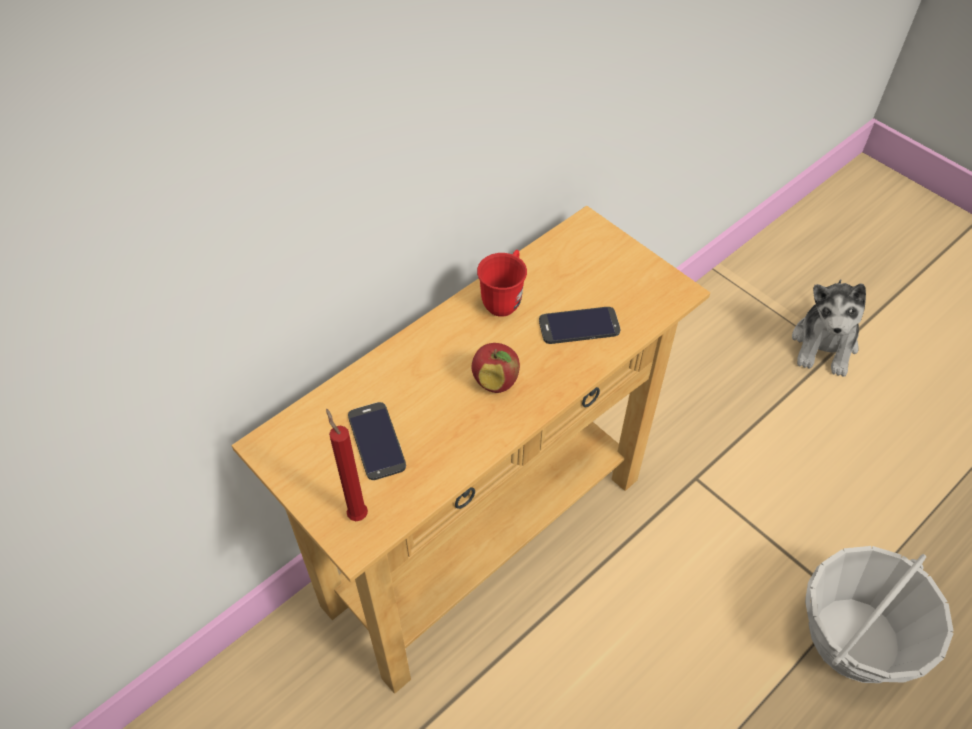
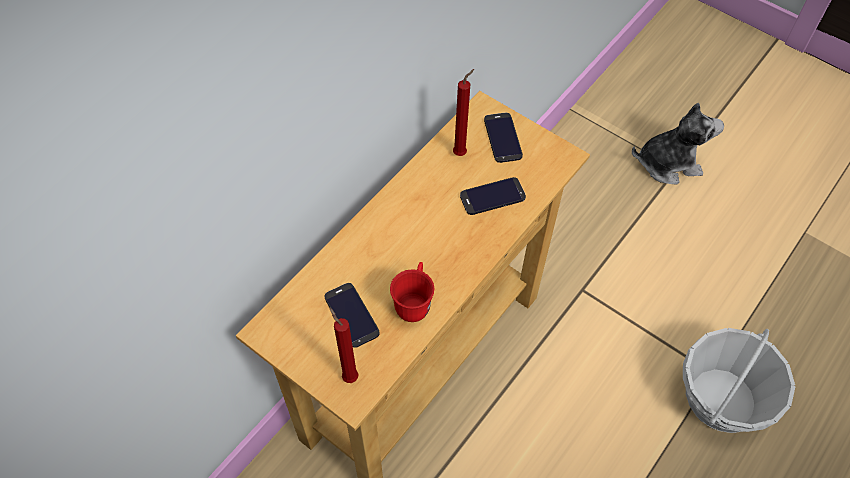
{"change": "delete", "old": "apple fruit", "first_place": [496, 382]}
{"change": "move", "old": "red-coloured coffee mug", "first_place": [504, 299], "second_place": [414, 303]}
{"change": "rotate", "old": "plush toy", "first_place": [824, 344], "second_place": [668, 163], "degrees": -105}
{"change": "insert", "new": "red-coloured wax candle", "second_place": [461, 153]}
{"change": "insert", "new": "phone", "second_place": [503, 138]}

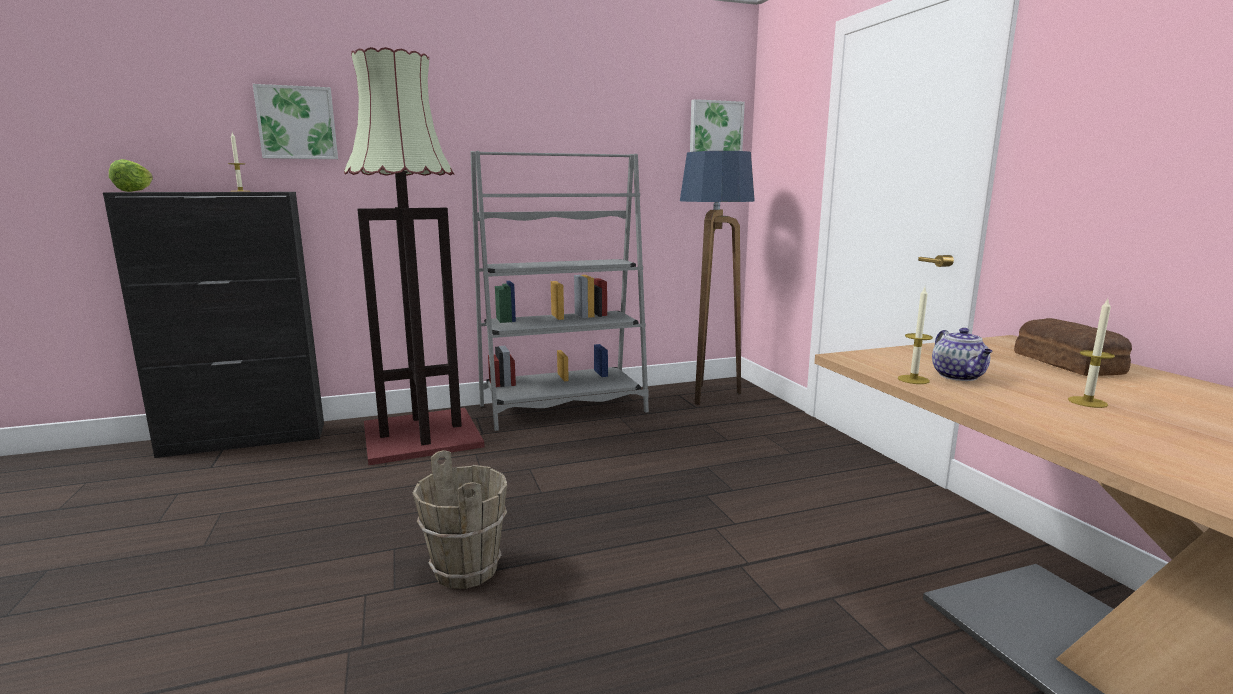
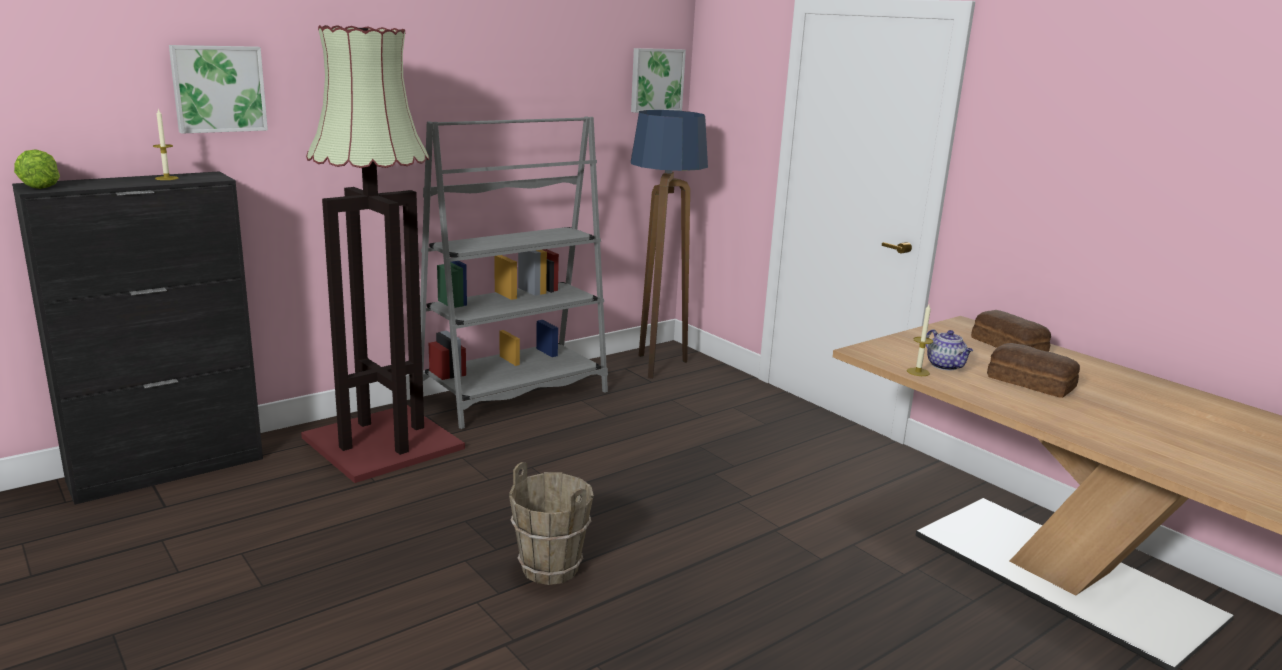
{"change": "replace", "old": "wax candle", "new": "bakery bread", "first_place": [1087, 402], "second_place": [1031, 383]}

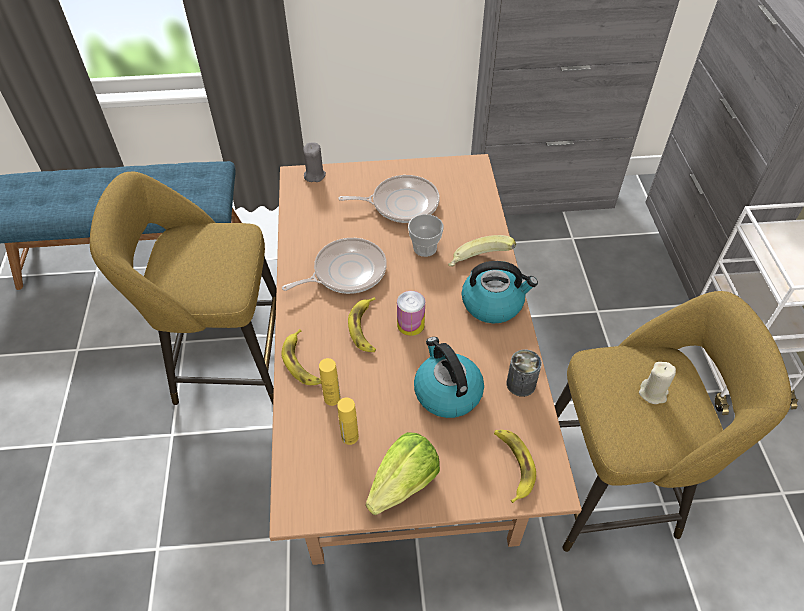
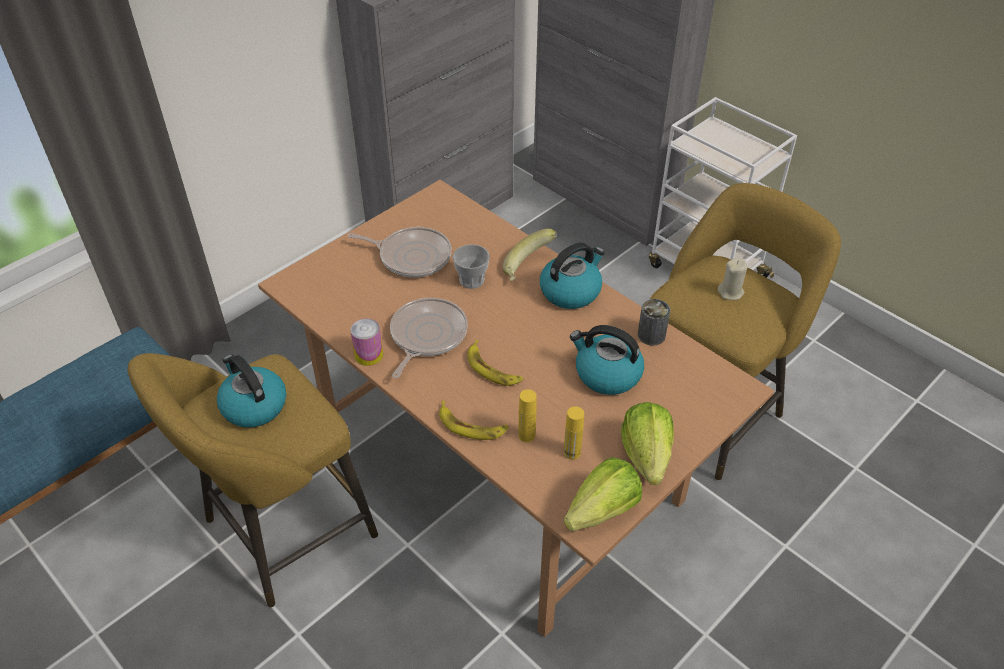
{"change": "delete", "old": "greyish wax candle", "first_place": [314, 175]}
{"change": "rotate", "old": "frying pan", "first_place": [401, 204], "second_place": [411, 256], "degrees": 60}
{"change": "move", "old": "metal can", "first_place": [410, 324], "second_place": [369, 355]}
{"change": "delete", "old": "whole banana", "first_place": [513, 465]}
{"change": "insert", "new": "kettle", "second_place": [253, 405]}
{"change": "insert", "new": "lettuce", "second_place": [603, 511]}

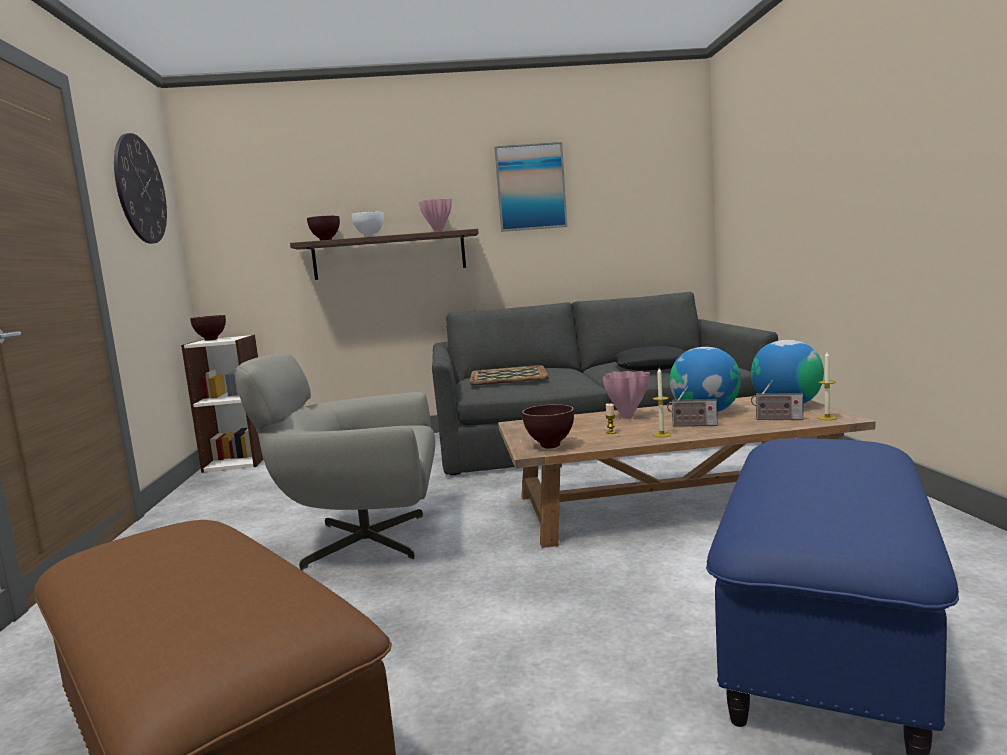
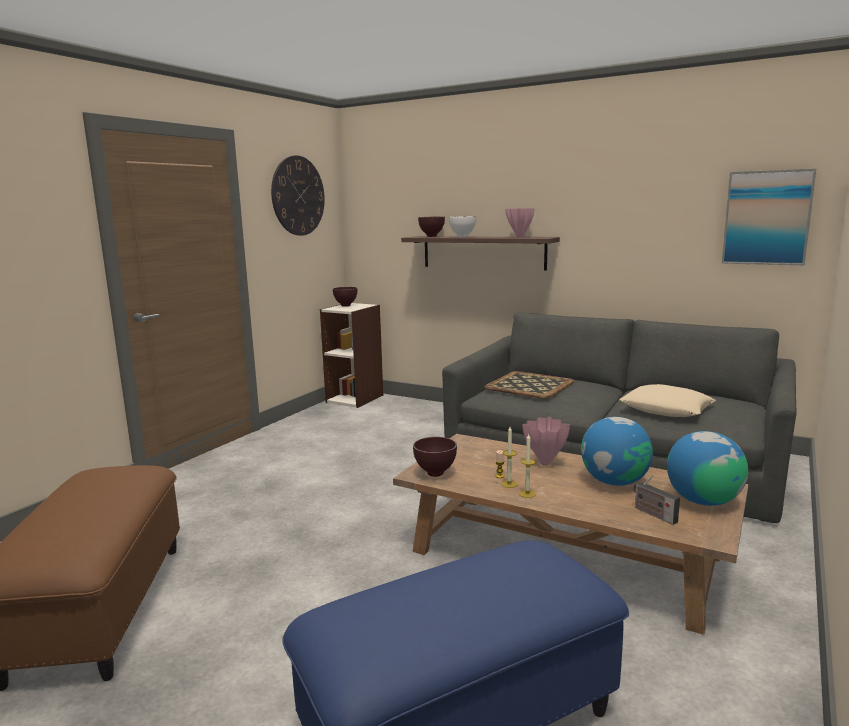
{"change": "delete", "old": "greyish armchair", "first_place": [360, 541]}
{"change": "move", "old": "wall picture", "first_place": [530, 187], "second_place": [767, 218]}
{"change": "recolor", "old": "black throw pillow", "new": "sand-coloured throw pillow", "first_place": [652, 367], "second_place": [666, 409]}
{"change": "delete", "old": "radio", "first_place": [692, 425]}
{"change": "move", "old": "wax candle", "first_place": [827, 418], "second_place": [509, 484]}

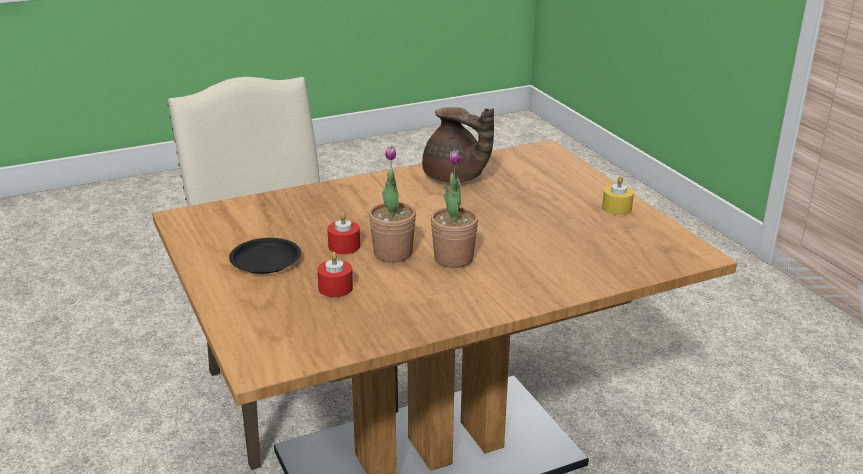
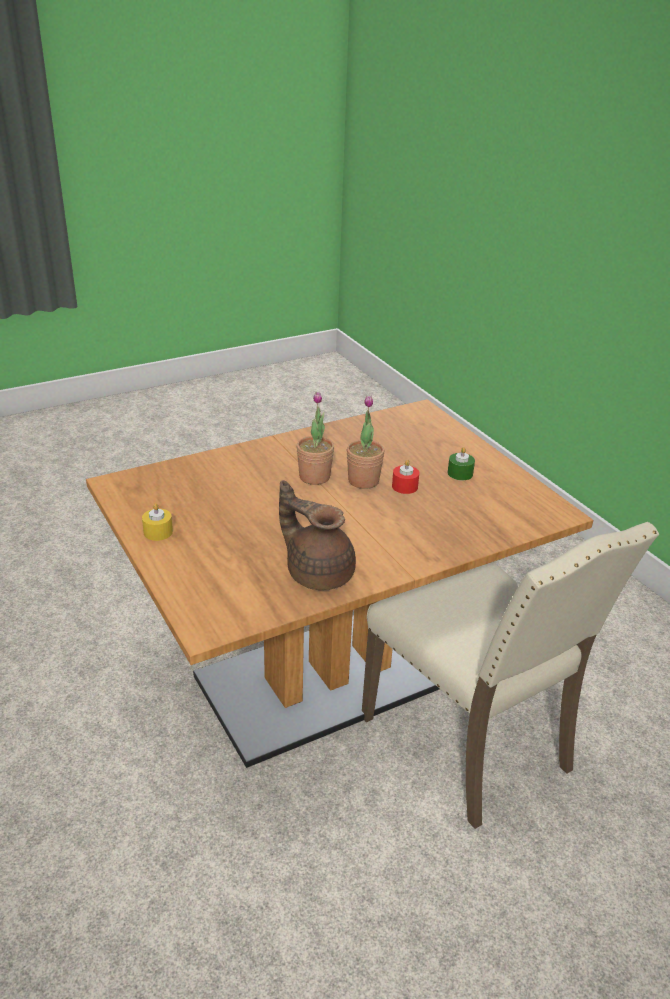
{"change": "replace", "old": "black dinner plate", "new": "green-coloured wax candle", "first_place": [265, 260], "second_place": [460, 473]}
{"change": "delete", "old": "red-coloured wax candle", "first_place": [335, 288]}

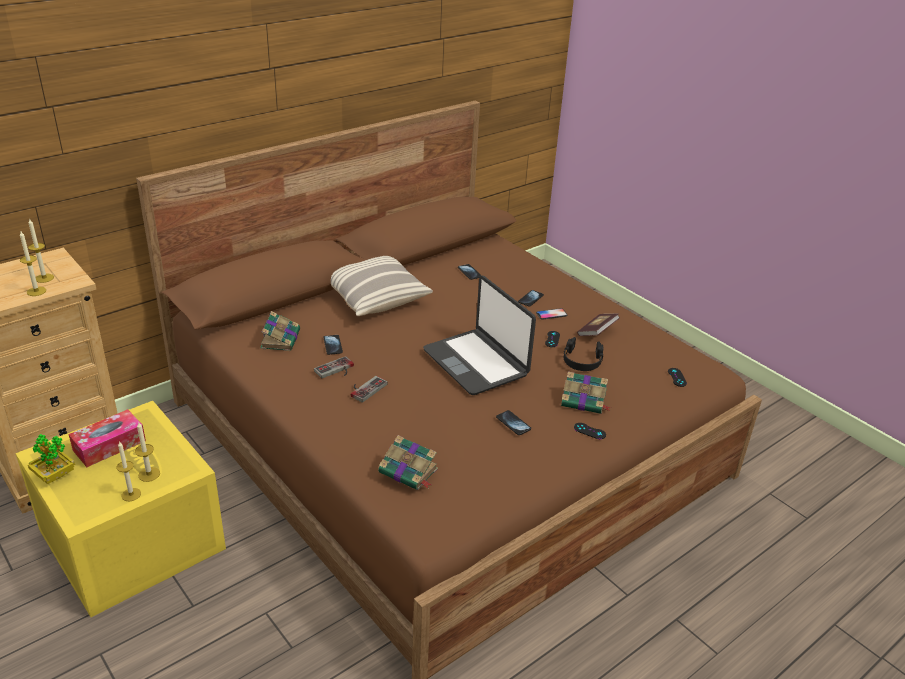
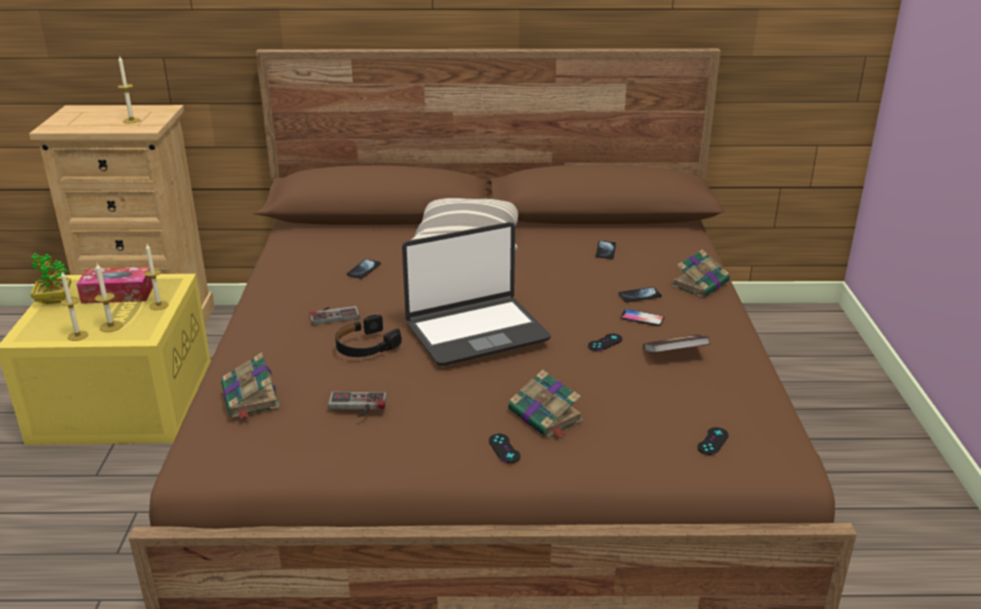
{"change": "move", "old": "wax candle", "first_place": [36, 291], "second_place": [159, 305]}
{"change": "move", "old": "volume", "first_place": [280, 339], "second_place": [701, 283]}
{"change": "move", "old": "joypad", "first_place": [336, 370], "second_place": [357, 406]}
{"change": "rotate", "old": "laptop", "first_place": [476, 362], "second_place": [476, 332], "degrees": -120}
{"change": "delete", "old": "phone", "first_place": [513, 423]}
{"change": "move", "old": "black headset", "first_place": [582, 360], "second_place": [365, 346]}

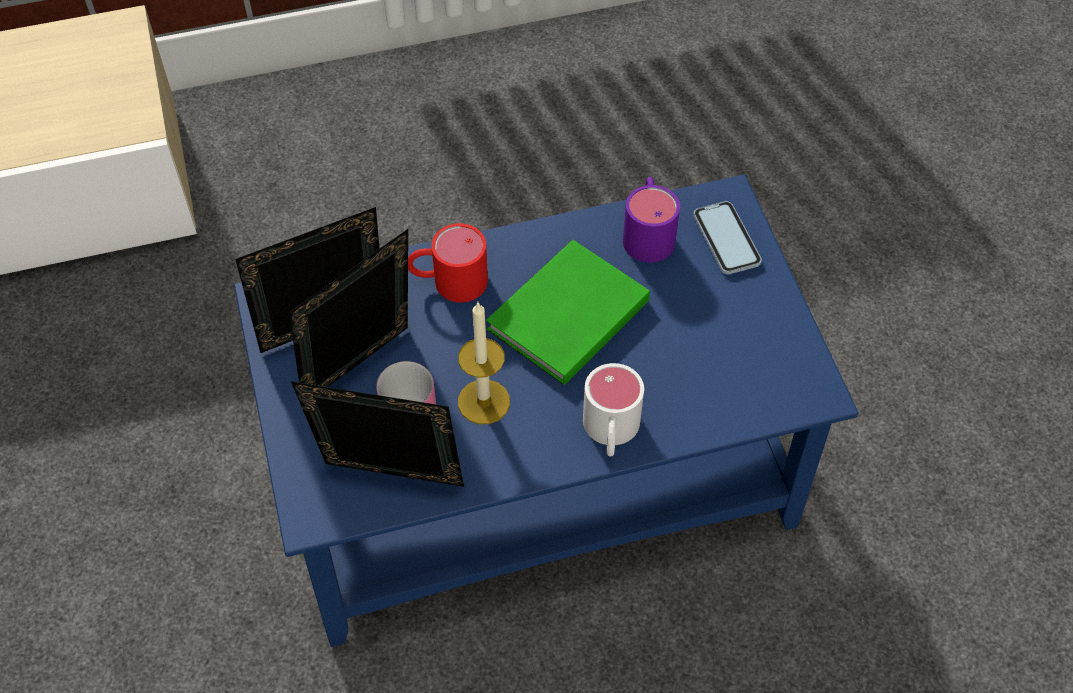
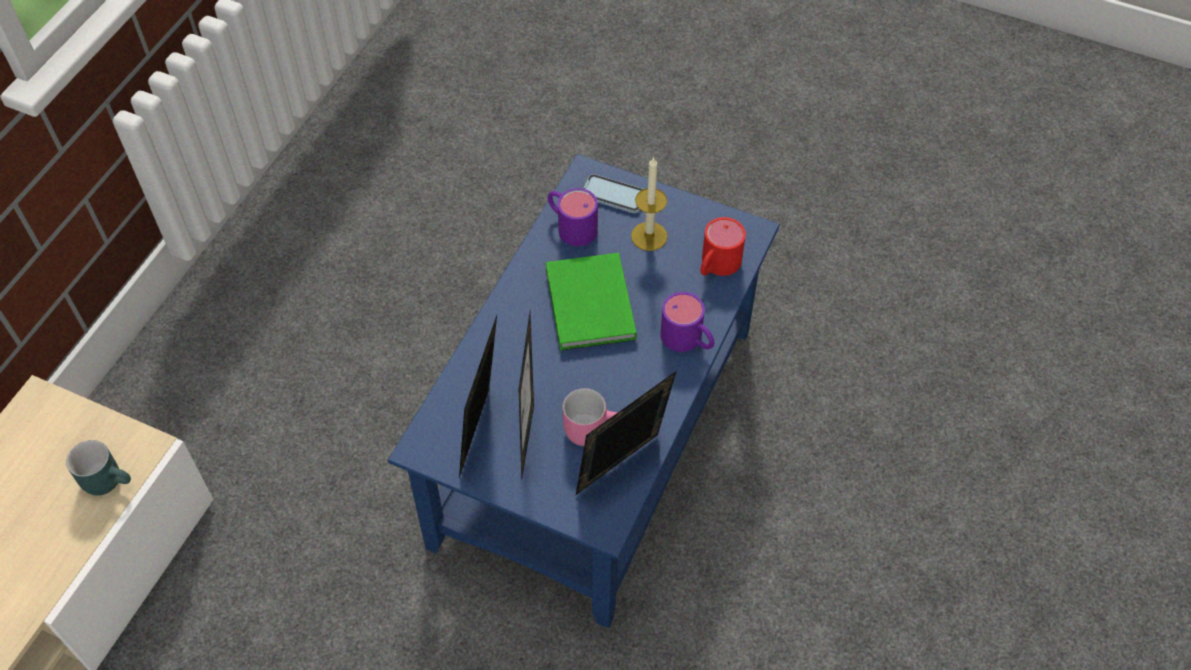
{"change": "move", "old": "red-coloured coffee mug", "first_place": [448, 281], "second_place": [716, 266]}
{"change": "move", "old": "wax candle", "first_place": [484, 402], "second_place": [649, 236]}
{"change": "recolor", "old": "white coffee mug", "new": "purple coffee mug", "first_place": [610, 432], "second_place": [688, 340]}
{"change": "insert", "new": "turquoise coffee mug", "second_place": [109, 479]}

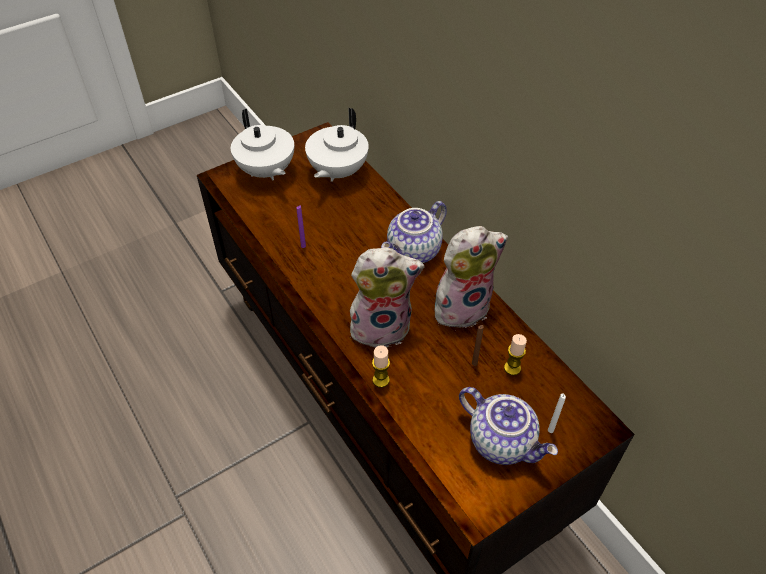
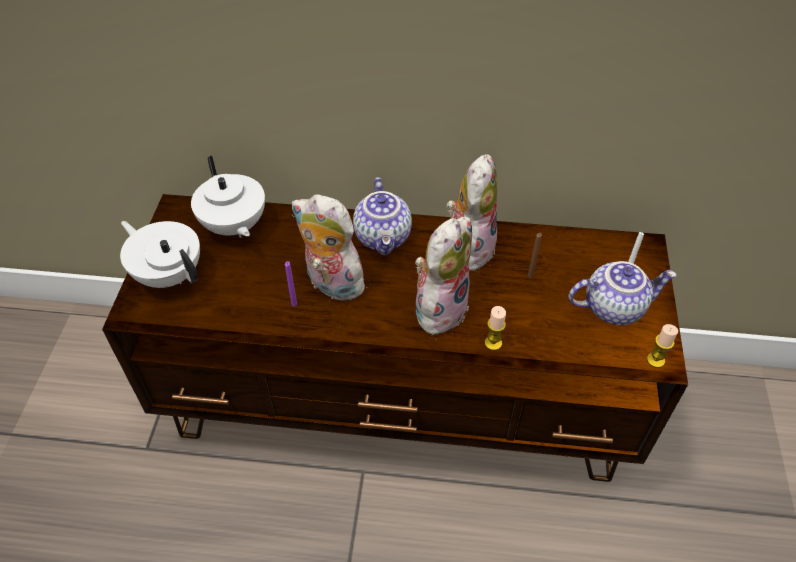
{"change": "rotate", "old": "white pot for tea", "first_place": [266, 171], "second_place": [169, 274], "degrees": -150}
{"change": "move", "old": "wax candle", "first_place": [512, 368], "second_place": [655, 360]}
{"change": "insert", "new": "plush toy", "second_place": [331, 284]}

